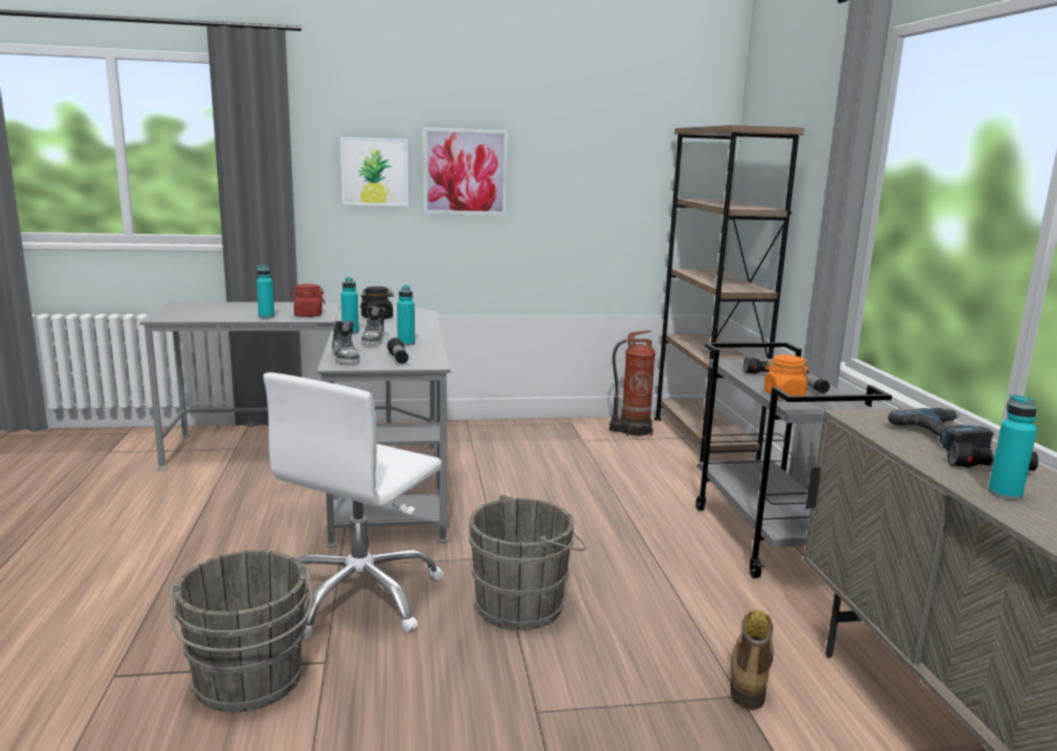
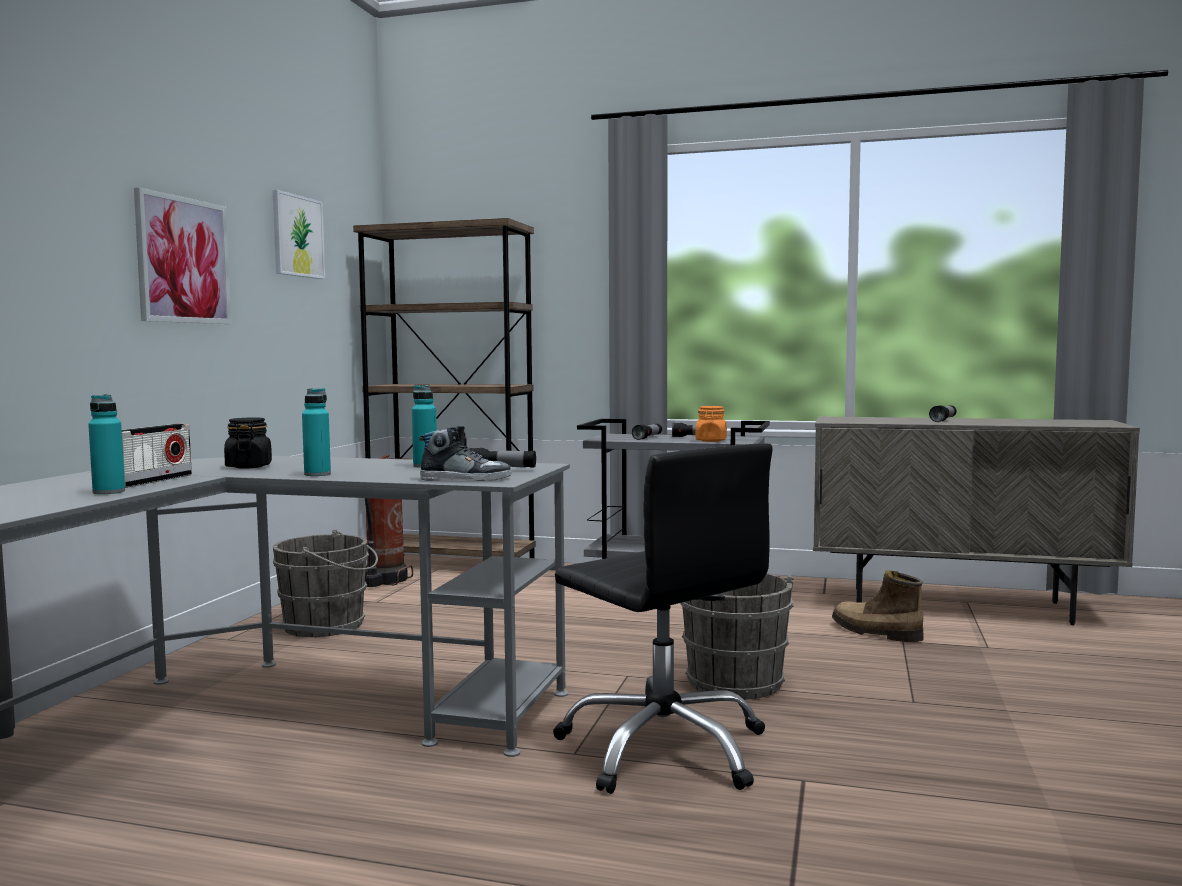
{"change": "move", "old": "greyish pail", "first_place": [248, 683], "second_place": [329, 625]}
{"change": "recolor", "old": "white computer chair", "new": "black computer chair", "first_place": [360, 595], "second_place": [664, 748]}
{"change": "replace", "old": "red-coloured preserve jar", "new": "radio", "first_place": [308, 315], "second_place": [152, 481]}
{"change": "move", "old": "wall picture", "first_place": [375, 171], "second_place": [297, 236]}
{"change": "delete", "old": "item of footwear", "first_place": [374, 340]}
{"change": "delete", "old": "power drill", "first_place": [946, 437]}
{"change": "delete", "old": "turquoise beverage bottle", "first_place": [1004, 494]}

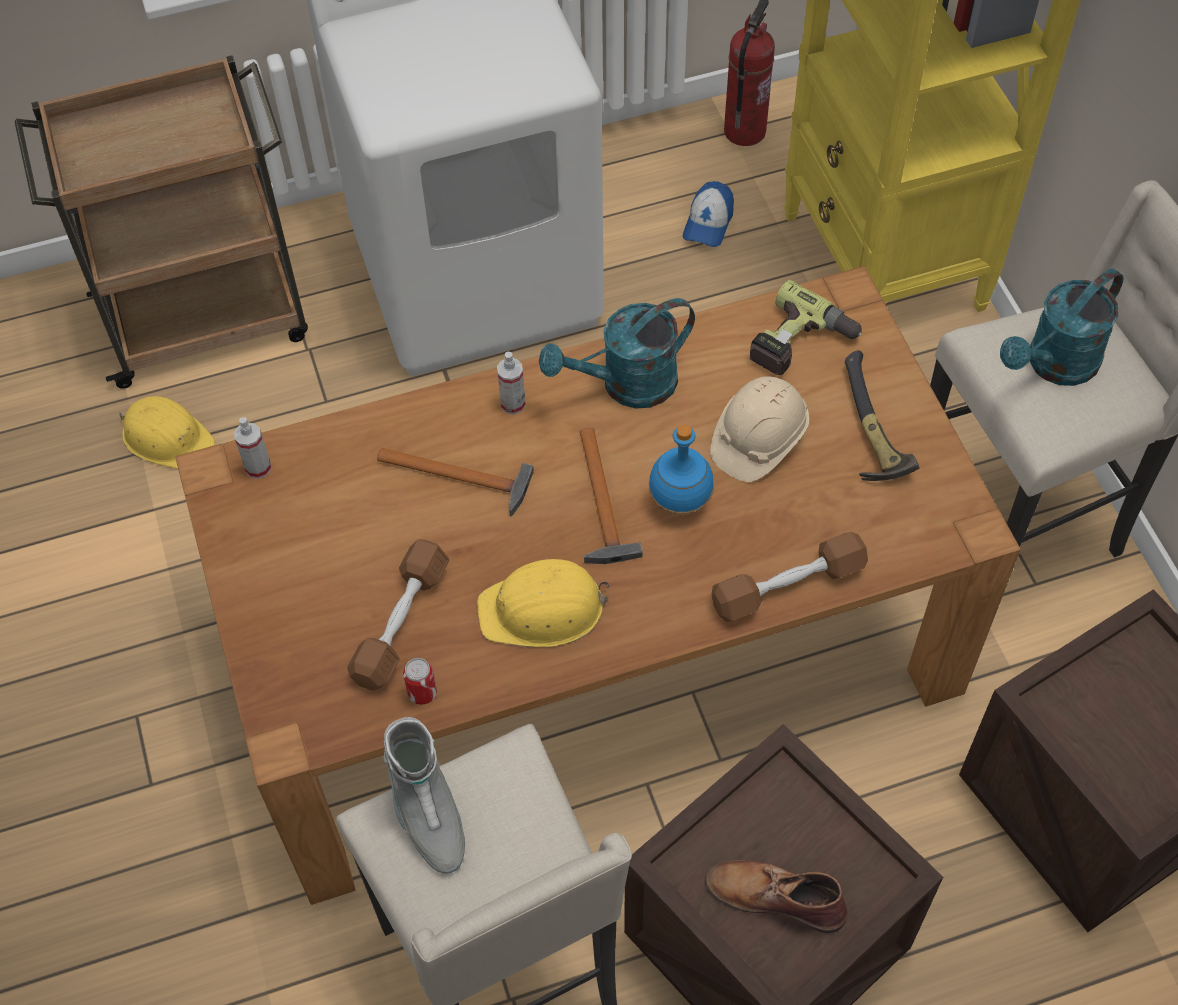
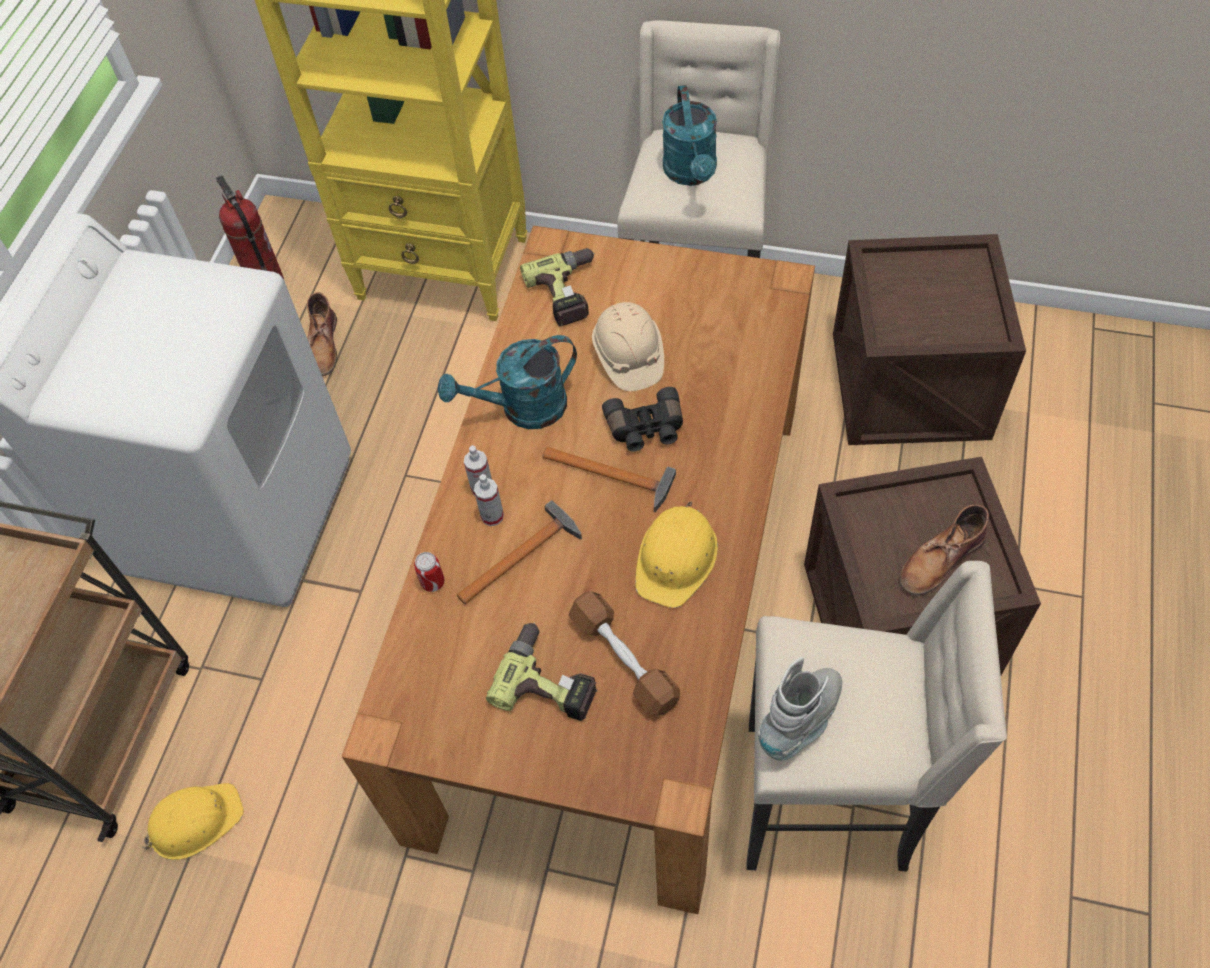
{"change": "move", "old": "sprayer", "first_place": [258, 468], "second_place": [492, 516]}
{"change": "rotate", "old": "greyish high-top boot", "first_place": [426, 812], "second_place": [801, 720], "degrees": -60}
{"change": "move", "old": "metal can", "first_place": [422, 693], "second_place": [433, 582]}
{"change": "rotate", "old": "turquoise watering can", "first_place": [626, 385], "second_place": [522, 409], "degrees": 60}
{"change": "replace", "old": "bluish beverage bottle", "new": "black pair of binoculars", "first_place": [679, 502], "second_place": [646, 429]}
{"change": "replace", "old": "cap", "new": "brown high-top boot", "first_place": [708, 223], "second_place": [323, 345]}
{"change": "delete", "old": "brown hand weight", "first_place": [787, 586]}
{"change": "delete", "old": "hand hammer", "first_place": [868, 430]}
{"change": "insert", "new": "power drill", "second_place": [550, 679]}

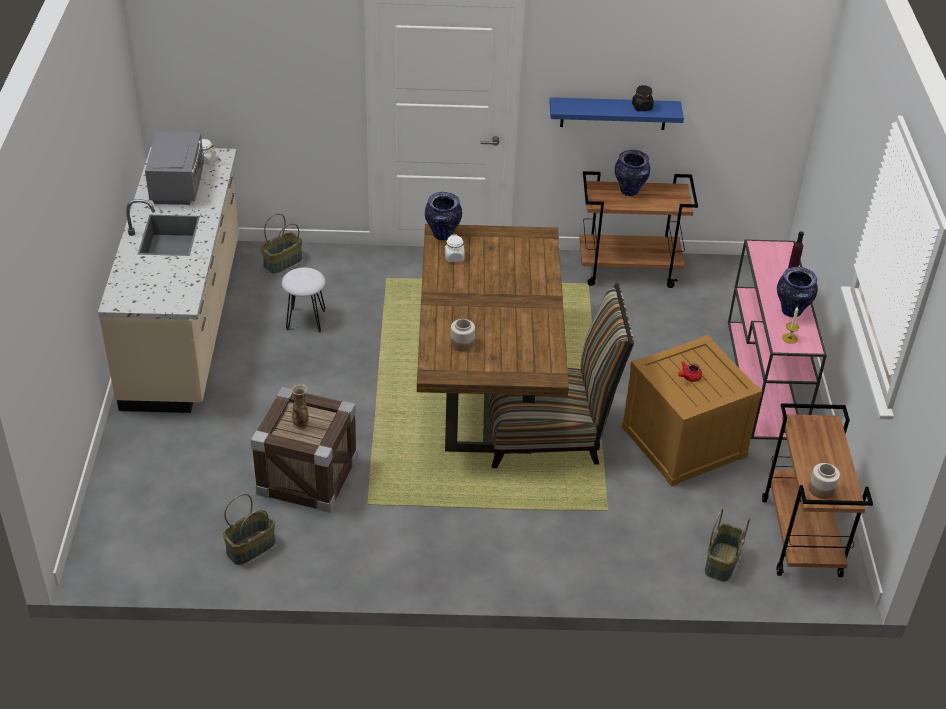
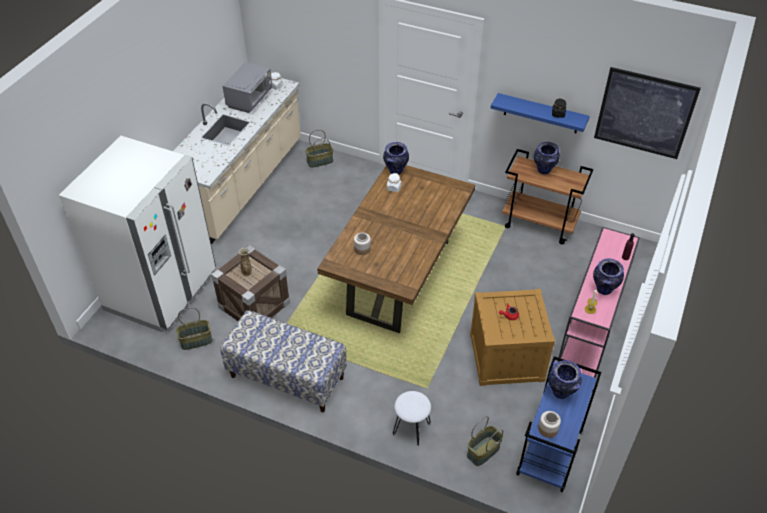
{"change": "move", "old": "white sitting stool", "first_place": [305, 320], "second_place": [411, 429]}
{"change": "delete", "old": "chair", "first_place": [550, 433]}
{"change": "recolor", "old": "brown wheeled cart", "new": "bluish wheeled cart", "first_place": [802, 538], "second_place": [550, 453]}
{"change": "insert", "new": "white kitchen fridge", "second_place": [161, 291]}
{"change": "insert", "new": "bench", "second_place": [286, 377]}
{"change": "insert", "new": "vase", "second_place": [561, 392]}
{"change": "insert", "new": "wall picture", "second_place": [644, 113]}

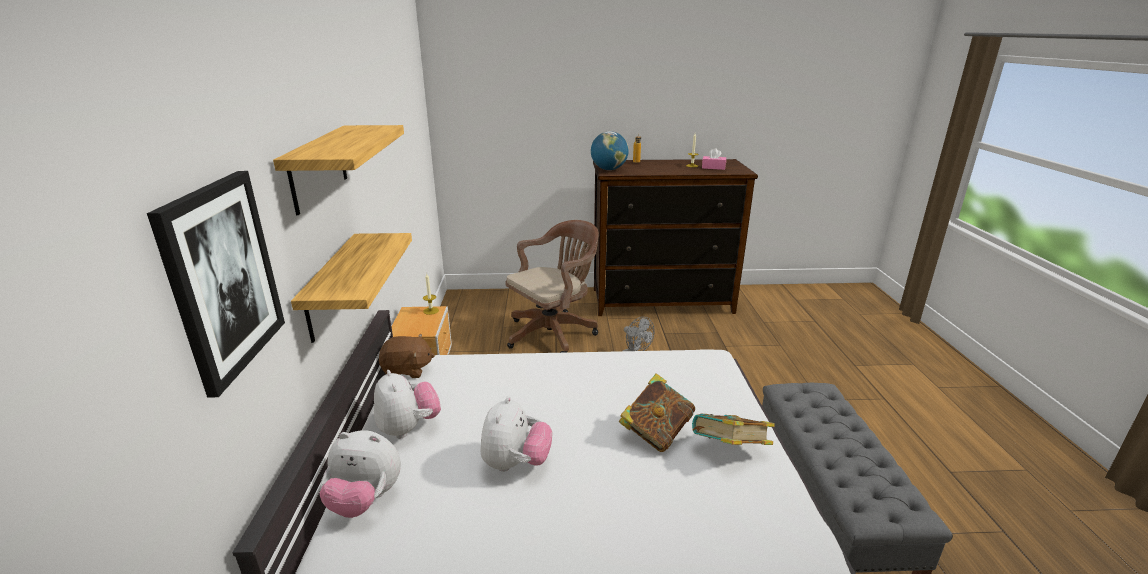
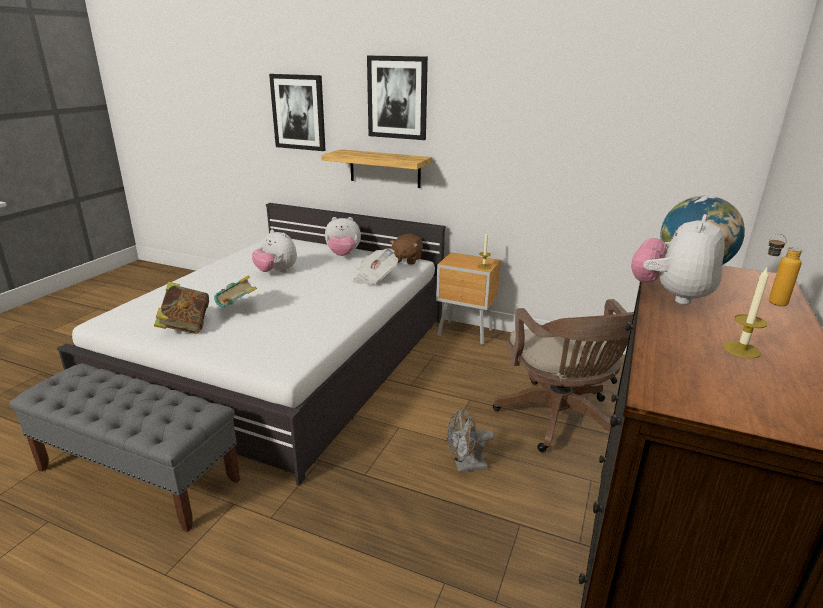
{"change": "replace", "old": "wall shelf", "new": "wall picture", "first_place": [318, 167], "second_place": [397, 98]}
{"change": "move", "old": "plush toy", "first_place": [365, 500], "second_place": [671, 296]}
{"change": "delete", "old": "pinkish tissue holder", "first_place": [713, 167]}
{"change": "insert", "new": "daily paper", "second_place": [374, 278]}

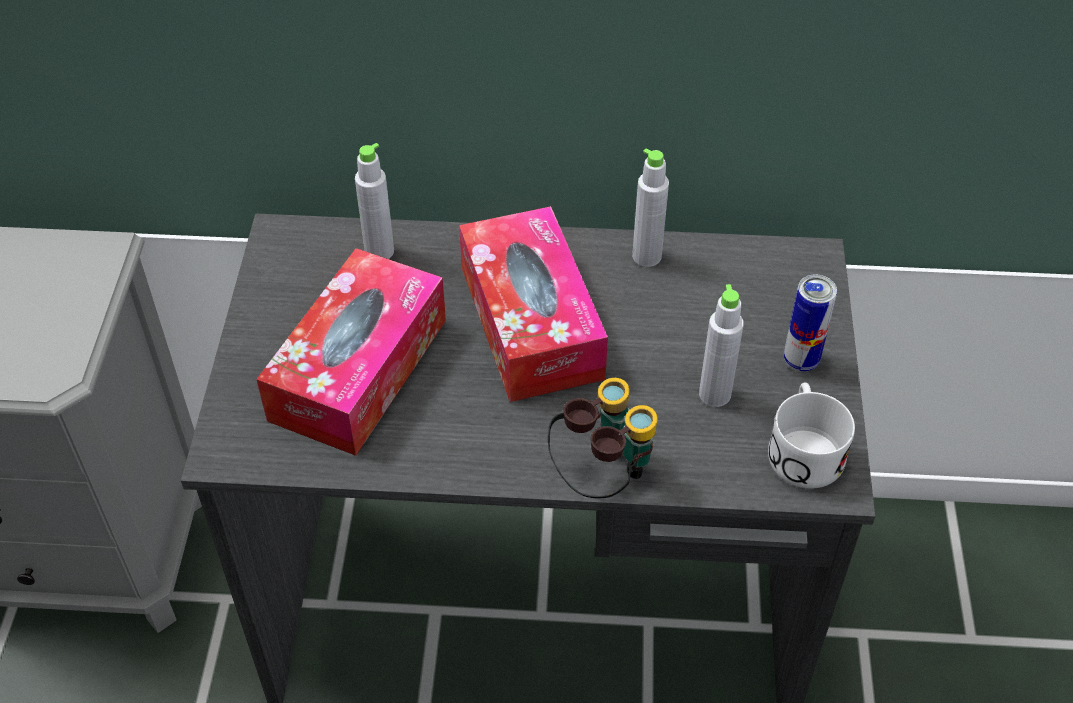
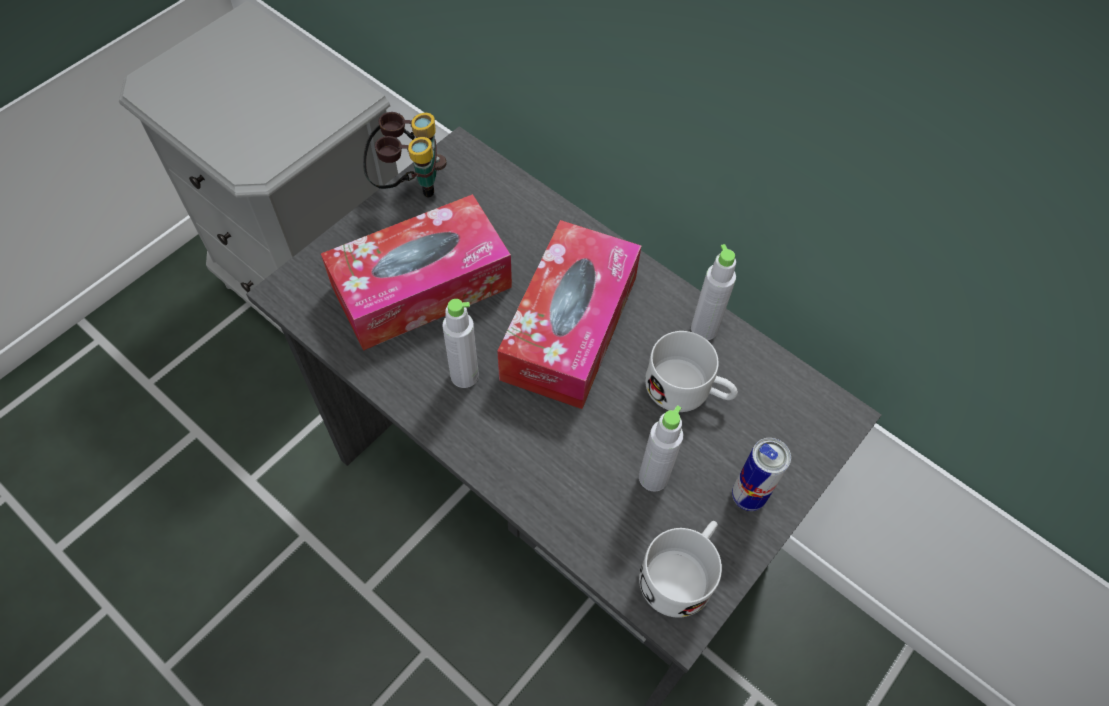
{"change": "move", "old": "greyish beverage bottle", "first_place": [379, 251], "second_place": [464, 375]}
{"change": "move", "old": "pair of binoculars", "first_place": [601, 475], "second_place": [408, 182]}
{"change": "insert", "new": "white coffee mug", "second_place": [688, 390]}

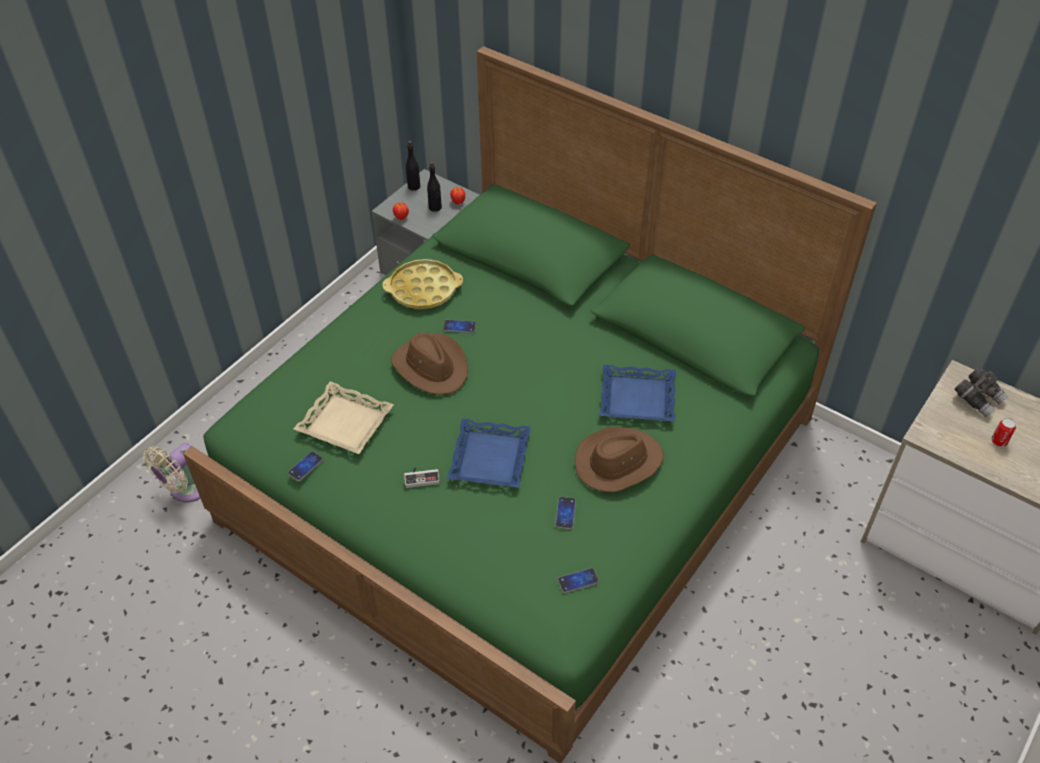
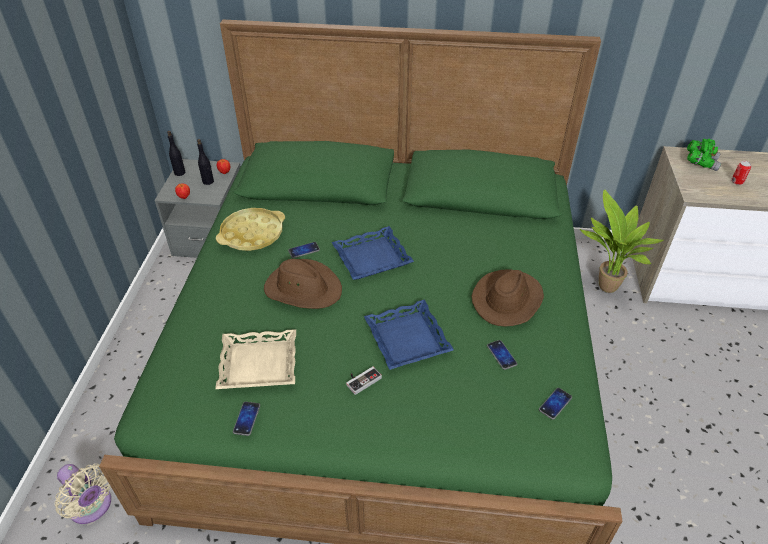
{"change": "rotate", "old": "sand-coloured electric fan", "first_place": [186, 489], "second_place": [92, 507], "degrees": -60}
{"change": "move", "old": "bluish tray", "first_place": [637, 399], "second_place": [372, 258]}
{"change": "recolor", "old": "greyish pair of binoculars", "new": "green-coloured pair of binoculars", "first_place": [977, 399], "second_place": [700, 162]}
{"change": "insert", "new": "plant in a pot", "second_place": [604, 288]}

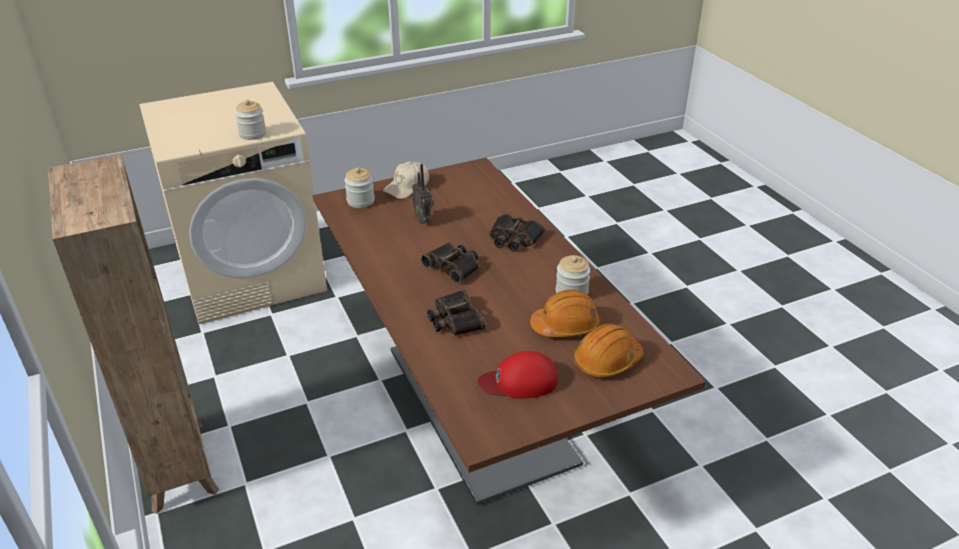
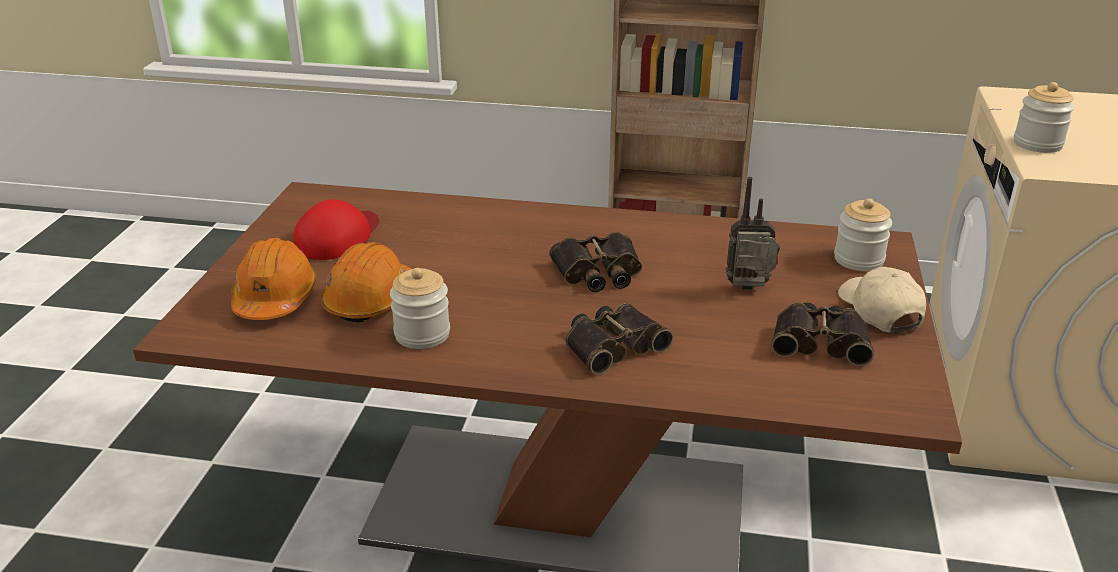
{"change": "move", "old": "pair of binoculars", "first_place": [454, 319], "second_place": [820, 341]}

